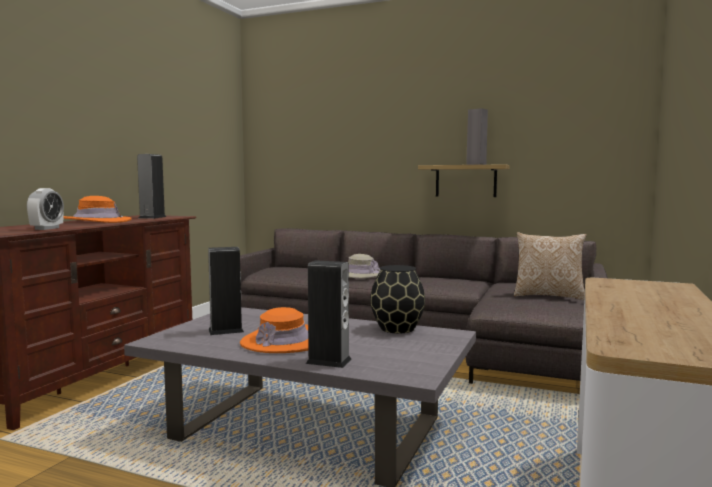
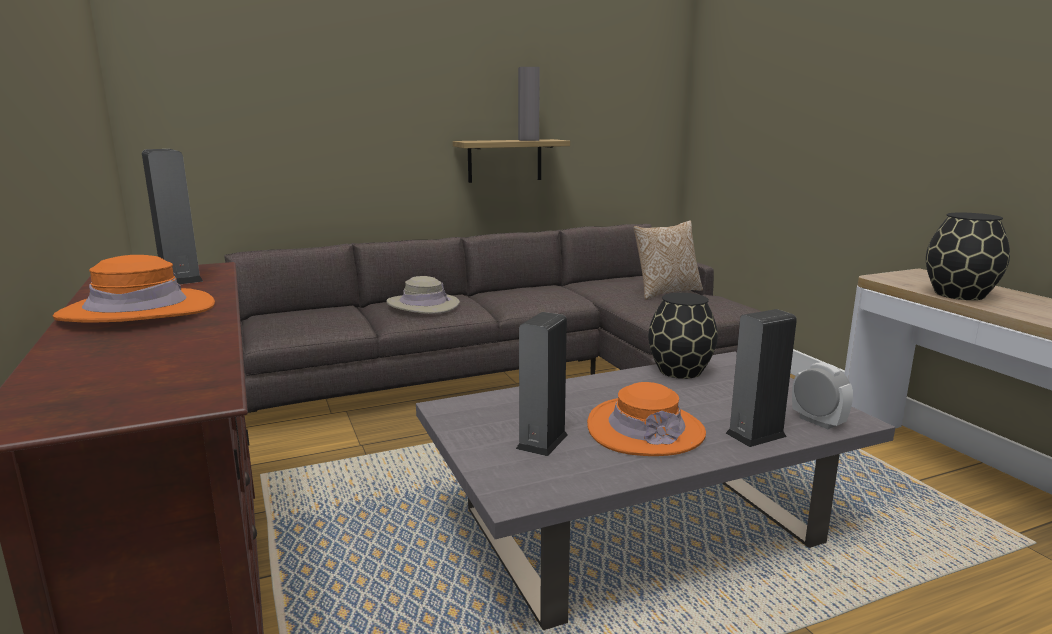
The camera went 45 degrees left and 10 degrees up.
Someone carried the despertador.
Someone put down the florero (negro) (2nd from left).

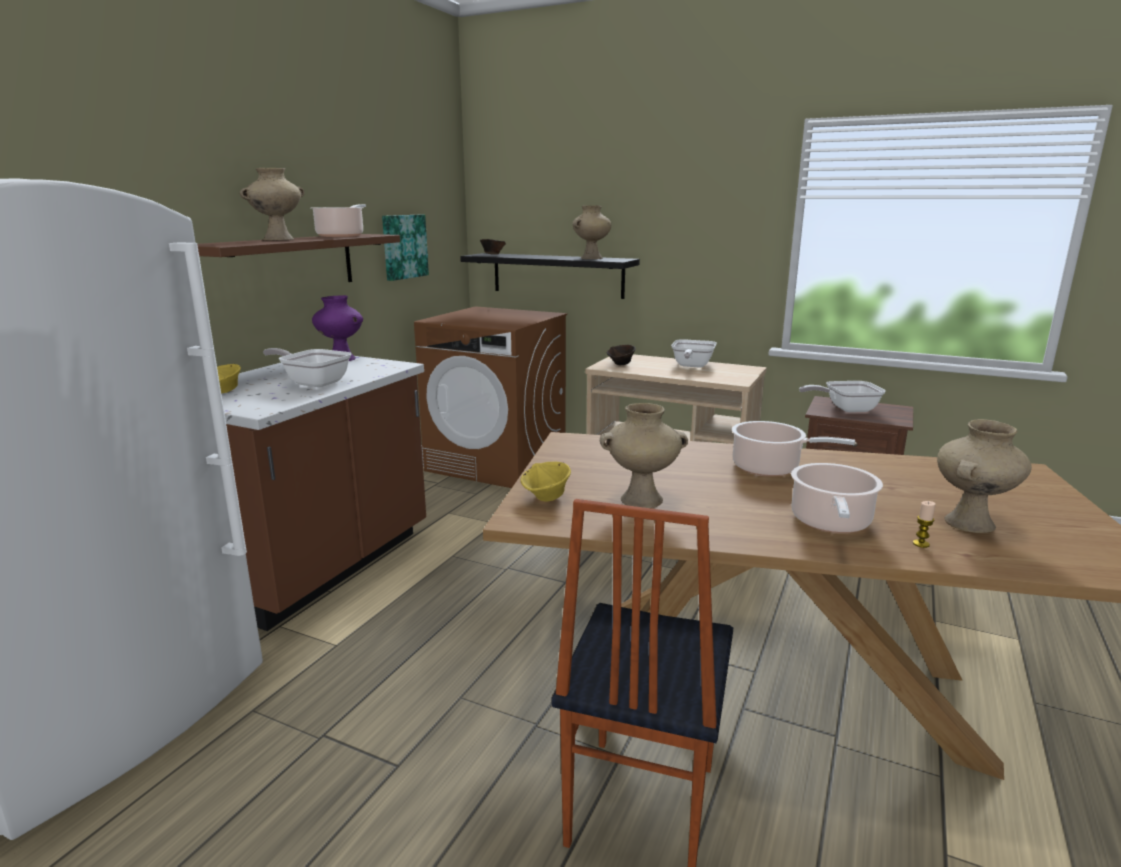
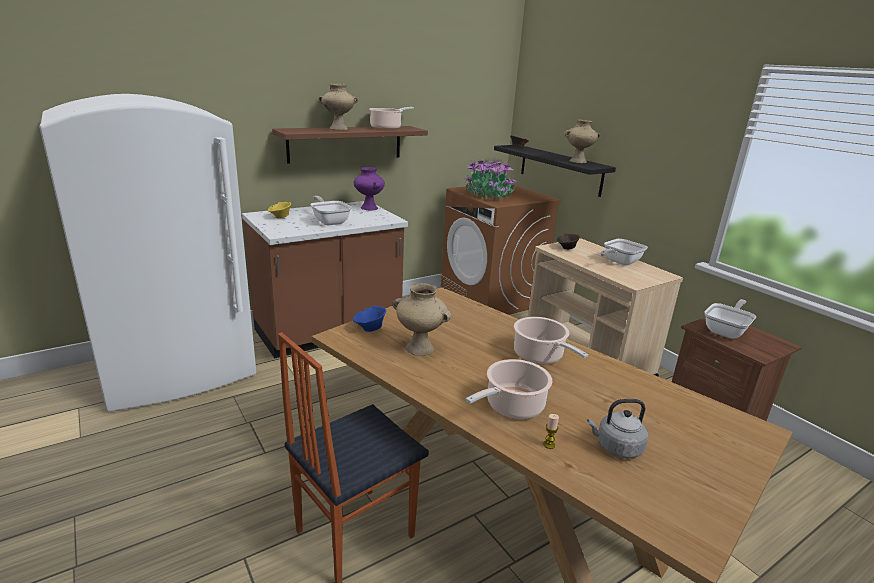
The camera went 30 degrees right and 5 degrees up.
Someone repainted the cuenco (amarillo) (2nd from left), which became the cuenco (azul).
Someone put down the planta en maceta.
Someone swapped the florero (beis) (4th from left) for the hervidor (gris).
Someone rotated the sartén (3rd from left) by 105 degrees clockwise.
Someone took away the cuadro.

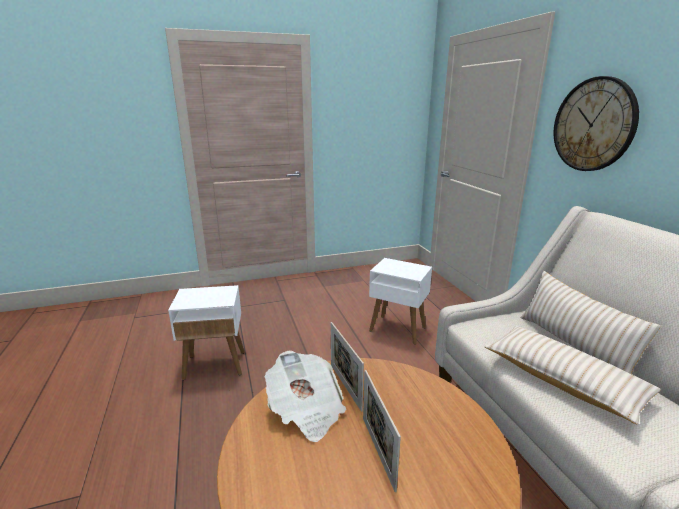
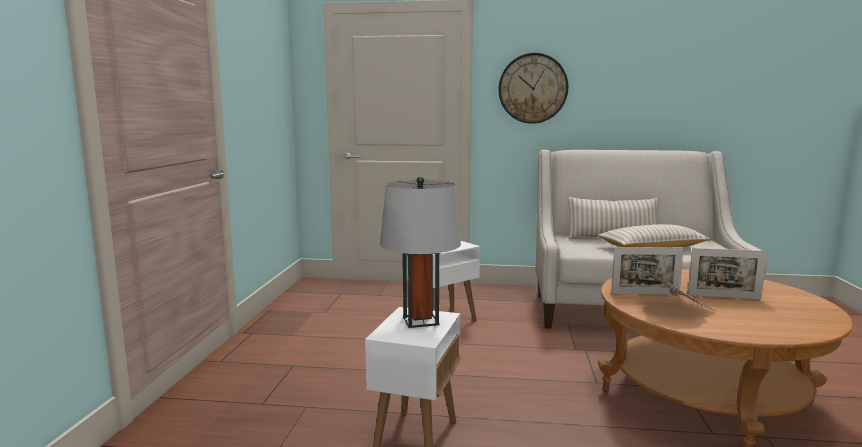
The camera went 65 degrees left and 10 degrees down.
Someone put down the lámpara de mesa (gris).

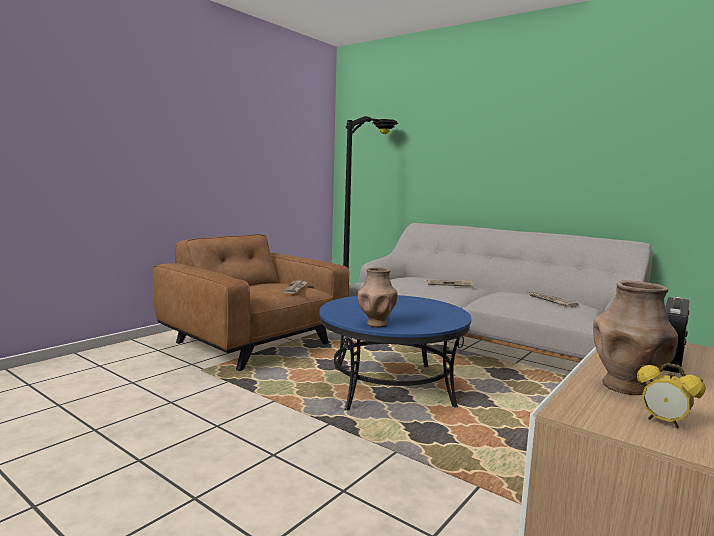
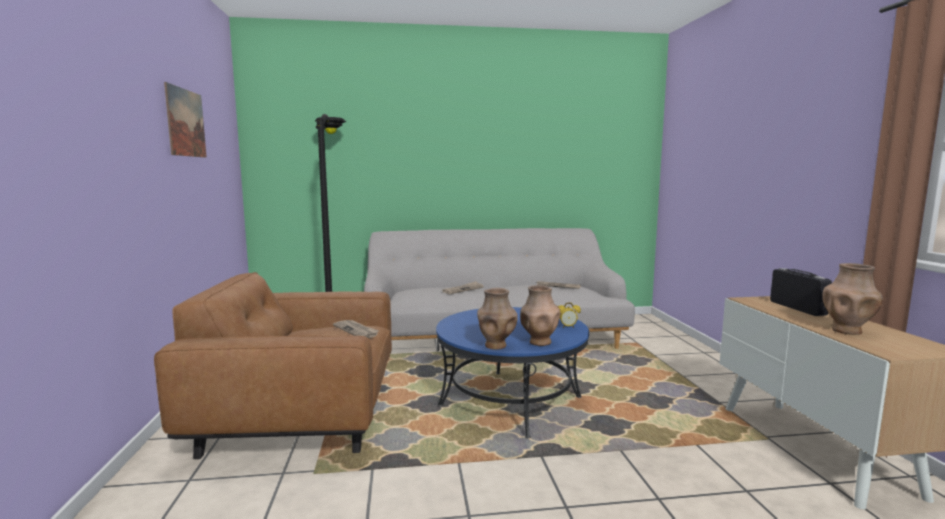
The camera went 45 degrees left and 0 degrees up.
Someone put up the cuadro.
Someone put down the florero (marrón) (1st from left).
Someone carried the despertador.

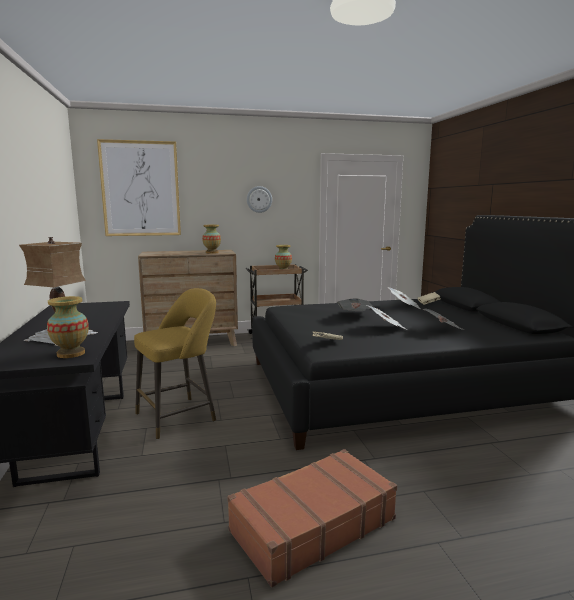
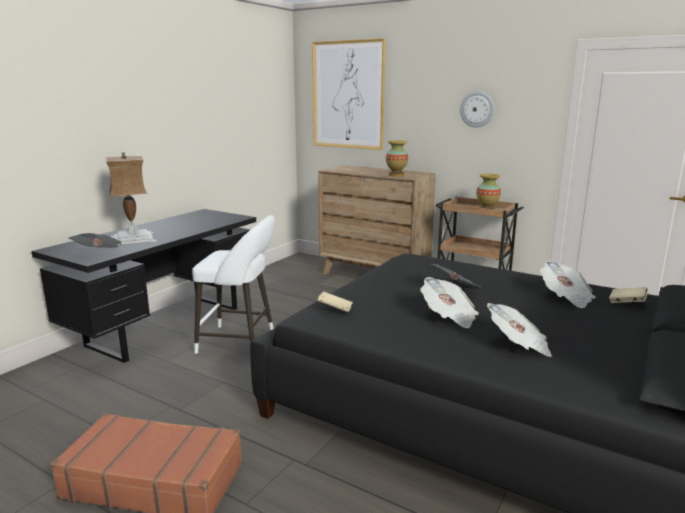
The camera went 45 degrees right and 5 degrees up.
Someone swapped the florero (1st from left) for the periódico (1st from left).
Someone repainted the taburete (amarillo), which became the taburete (blanco).

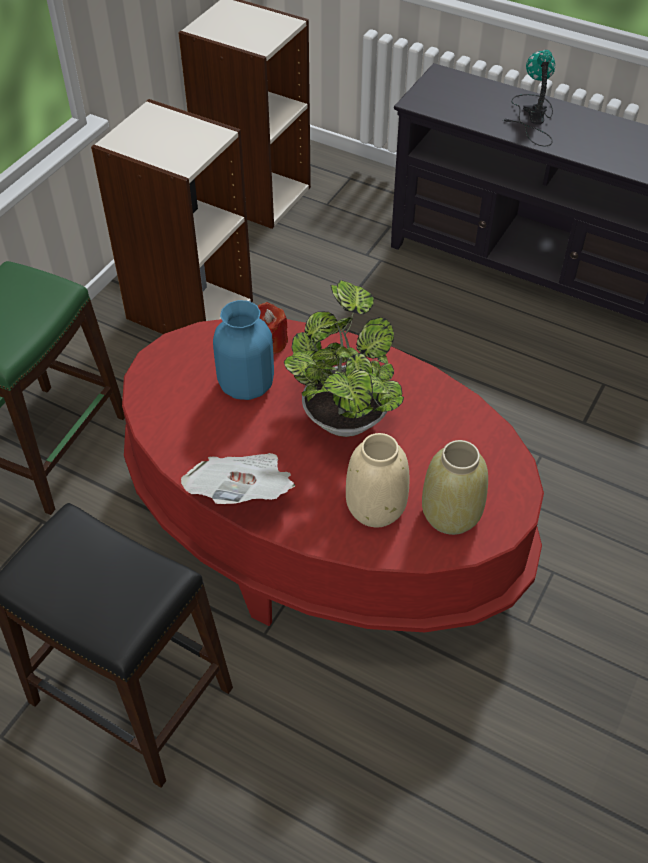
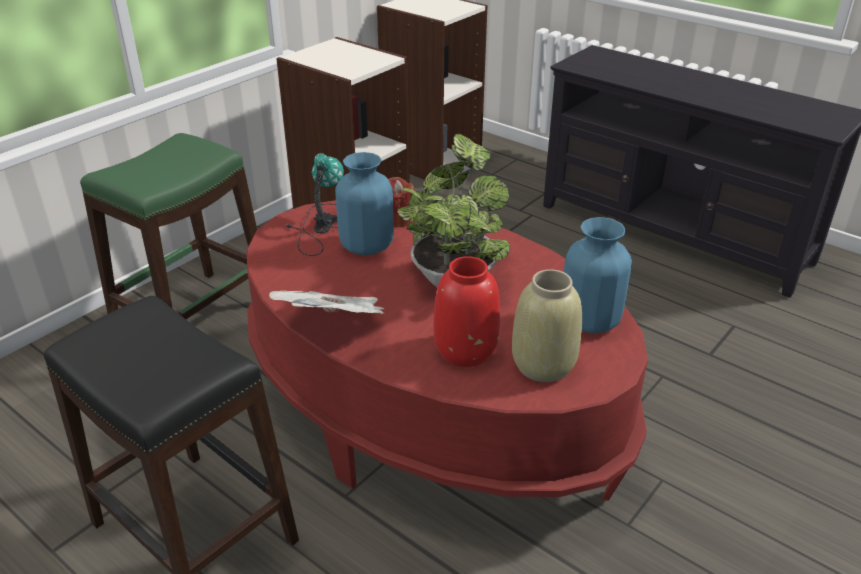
The camera went 10 degrees right and 15 degrees down.
Someone carried the lámpara de mesa.
Someone repainted the florero (beis) (1st from left), which became the florero (rojo).
Someone put down the florero (azul) (2nd from left).

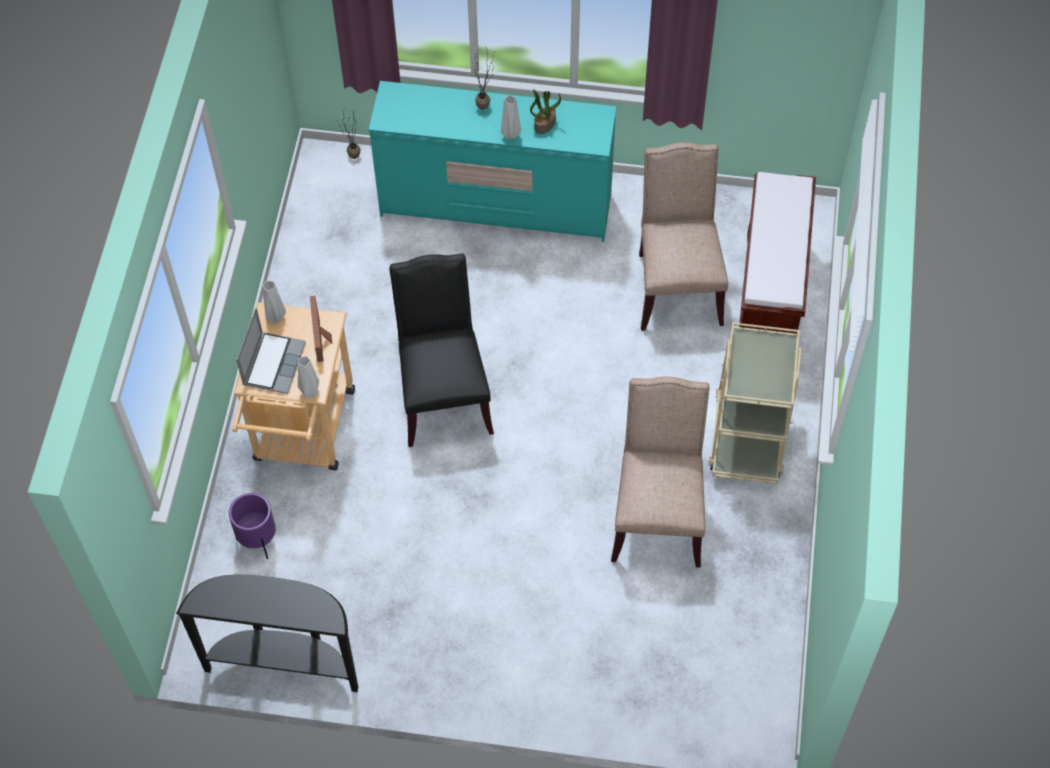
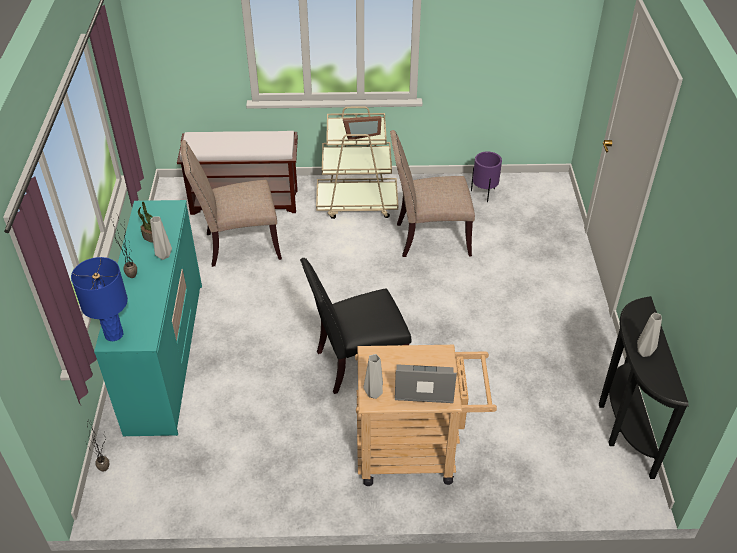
The camera went 100 degrees left and 15 degrees down.
Someone put down the lámpara de mesa (azul).
Someone carried the portarretratos.
Someone carried the maceta (morado).
Someone carried the florero (gris) (2nd from left in the first image).

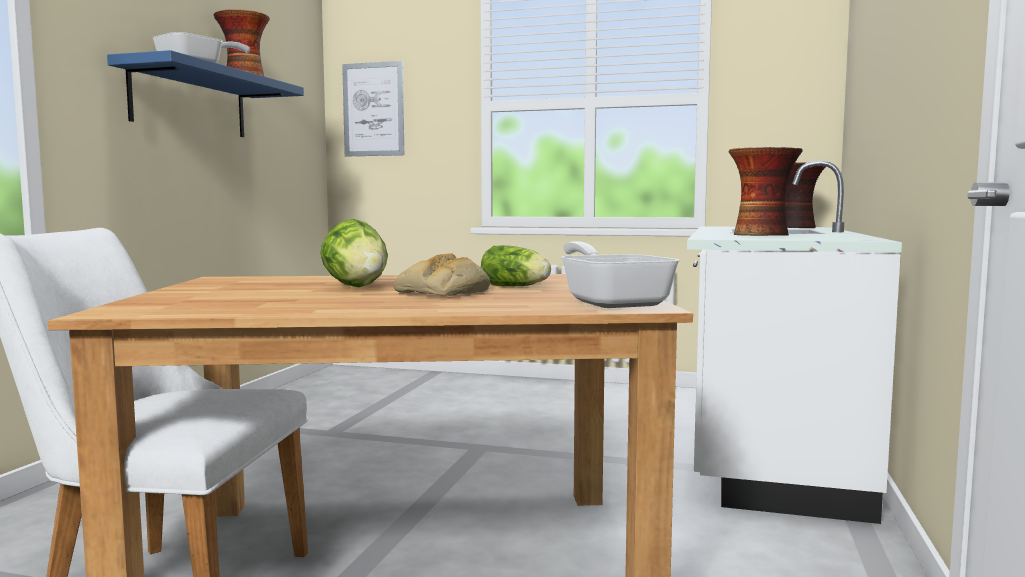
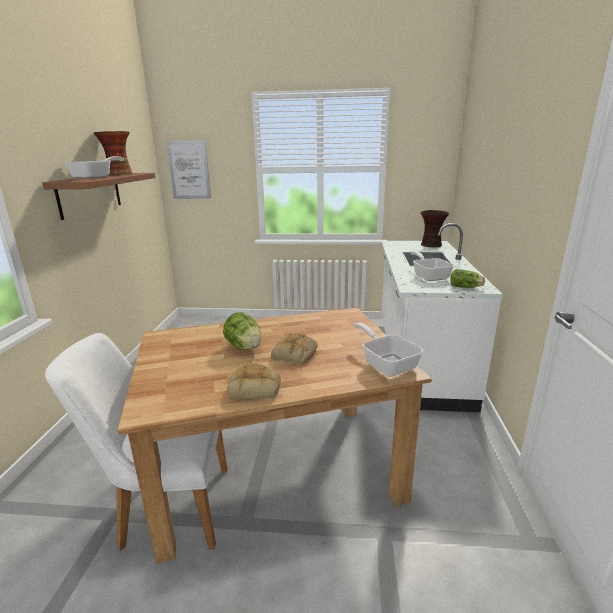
The camera went 10 degrees left and 15 degrees up.
Someone repainted the estante (azul), which became the estante (marrón).
Someone put down the pan (1st from left).
Someone swapped the florero (2nd from left) for the sartén (3rd from left).
Someone carried the lechuga (2nd from left).

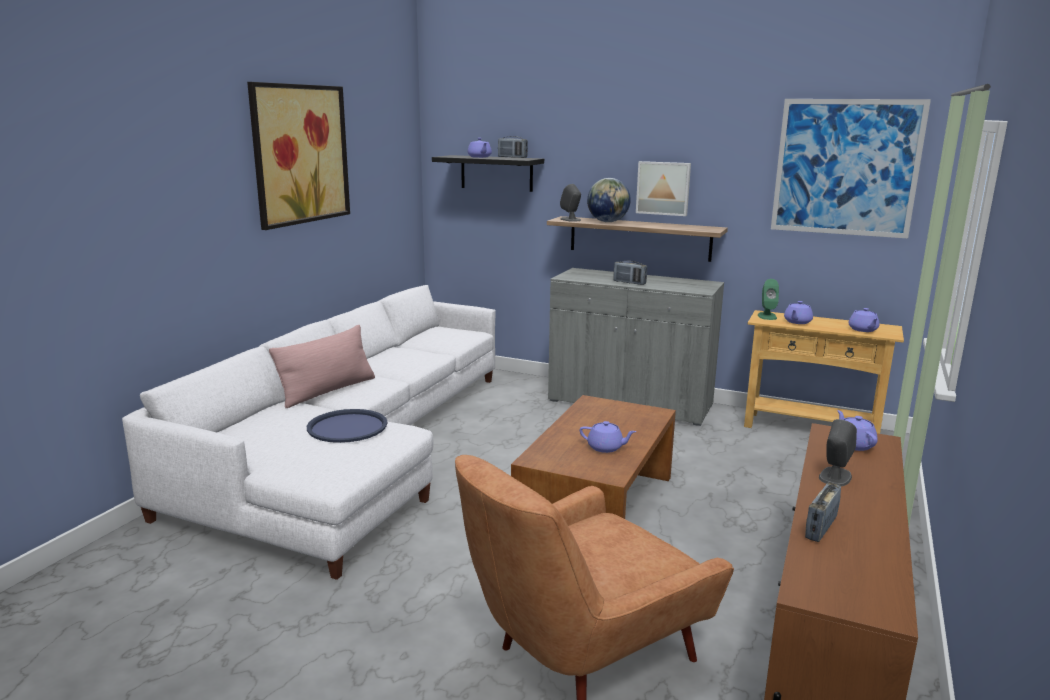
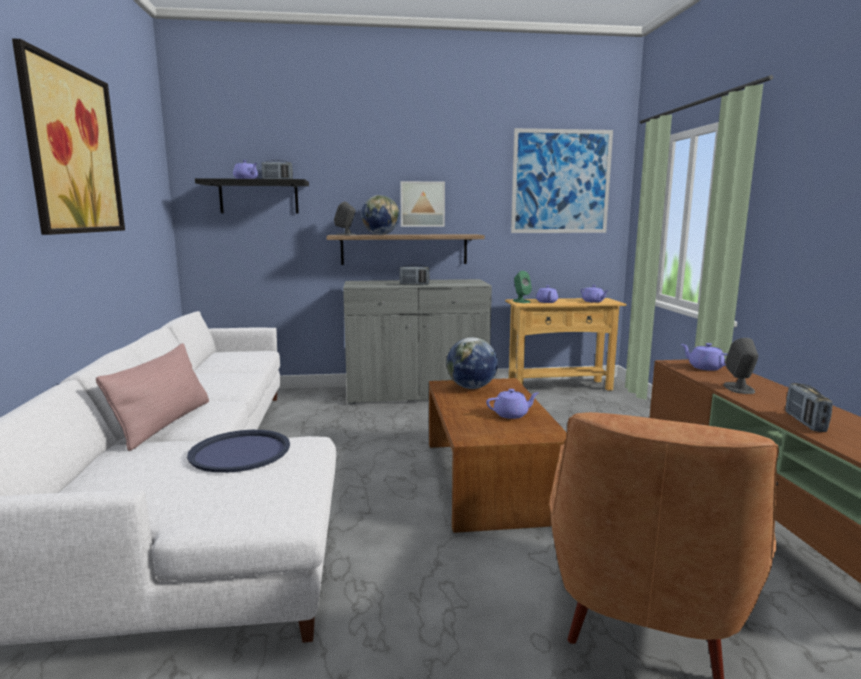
The camera went 30 degrees left and 5 degrees down.
Someone put down the globo terráqueo (2nd from left).

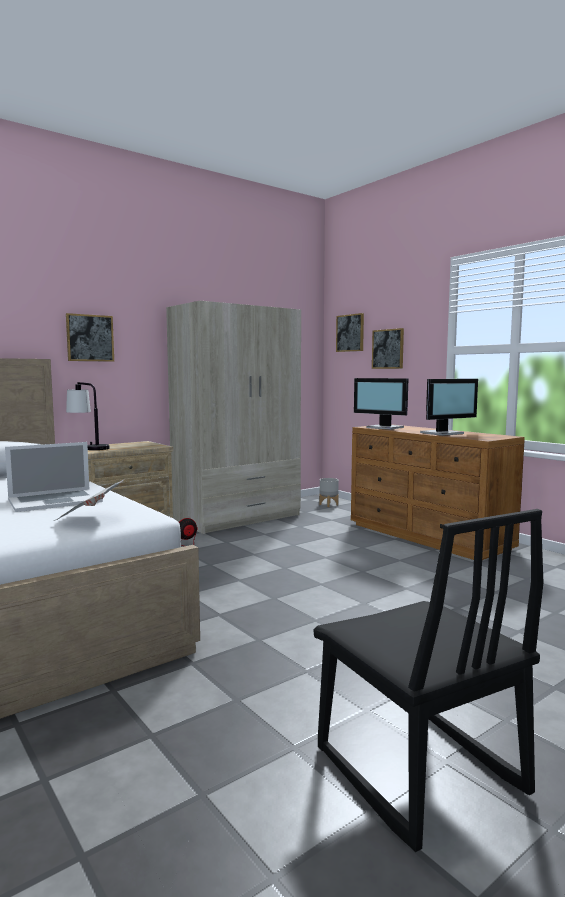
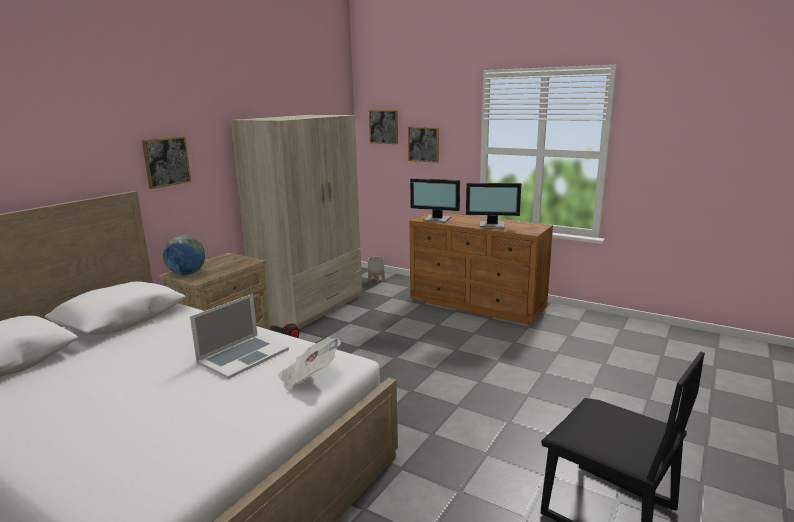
The camera went 20 degrees left and 10 degrees up.
Someone swapped the lámpara de mesa for the globo terráqueo.
Someone rotated the monitor (2nd from left) by 60 degrees clockwise.

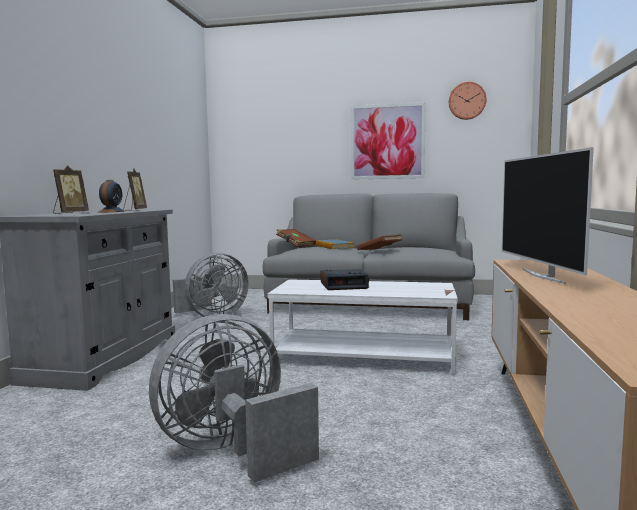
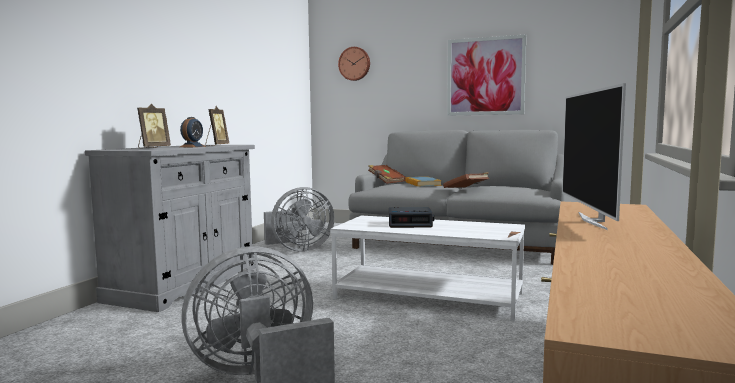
The camera went 10 degrees right and 0 degrees up.
Someone carried the reloj de pared.

